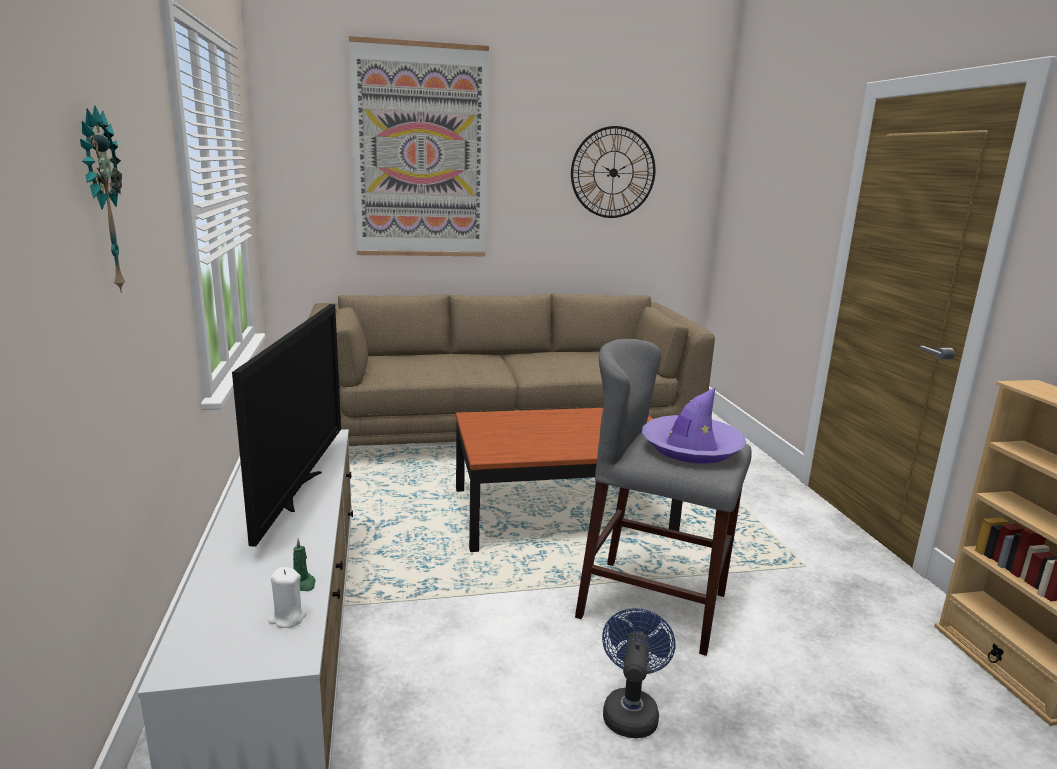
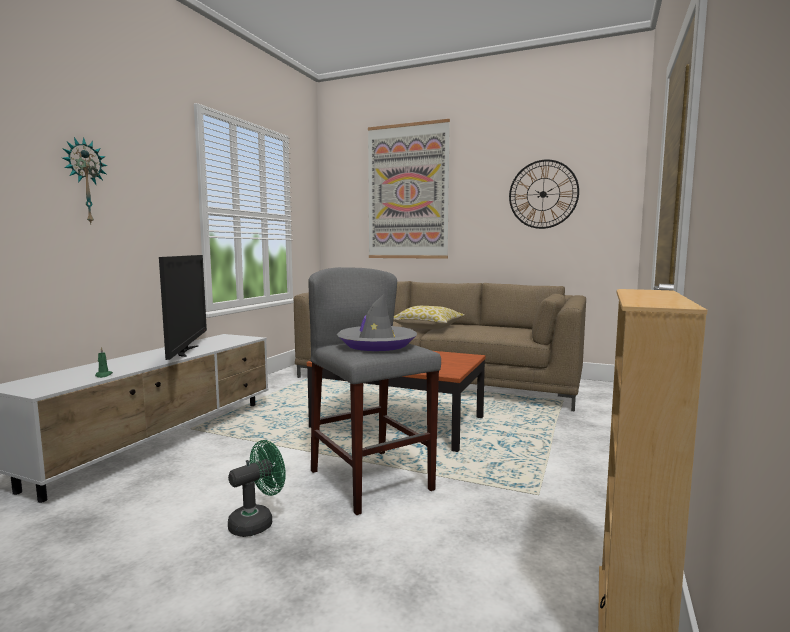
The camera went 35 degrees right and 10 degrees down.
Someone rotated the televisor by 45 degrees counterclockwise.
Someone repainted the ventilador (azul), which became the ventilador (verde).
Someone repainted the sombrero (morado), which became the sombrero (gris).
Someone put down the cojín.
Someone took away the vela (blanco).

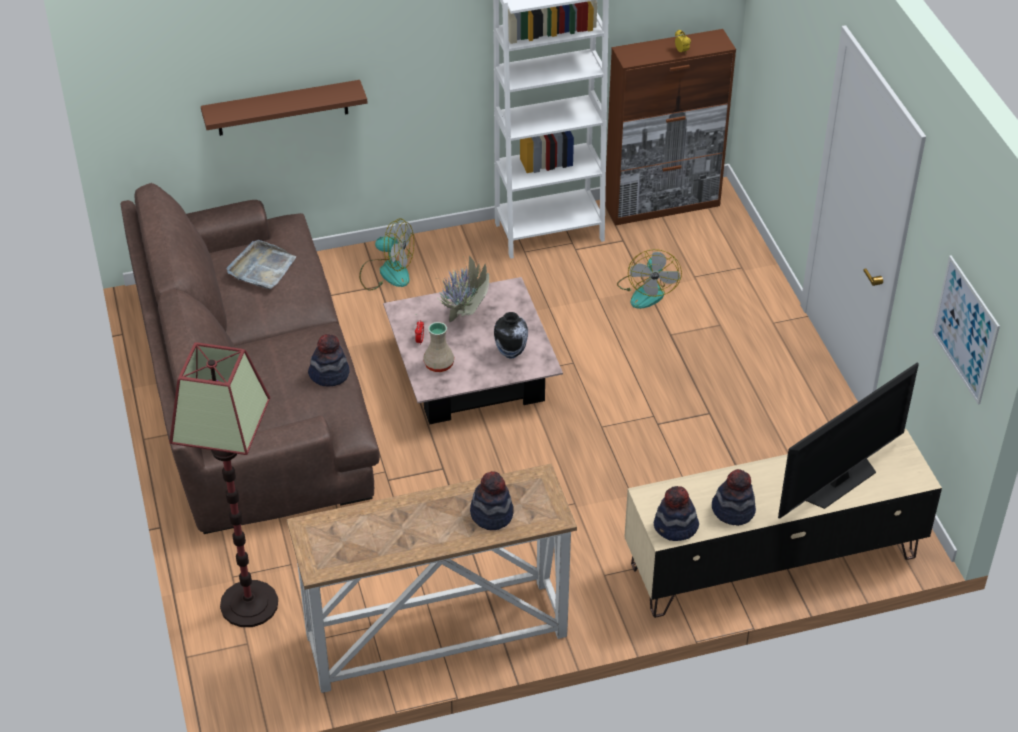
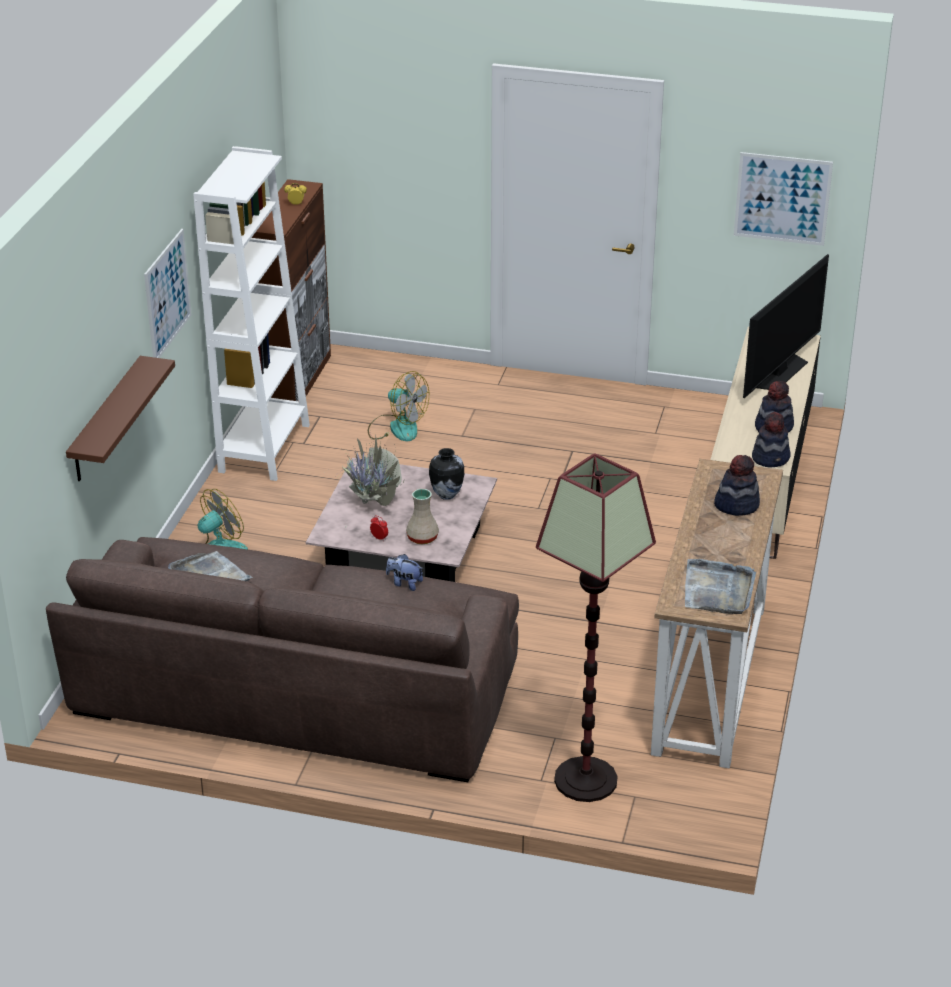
The camera went 60 degrees left and 10 degrees down.
Someone put up the cuadro (1st from left).
Someone swapped the sombrero (1st from left) for the peluche.
Someone put down the bandeja (gris) (2nd from left).
Someone rotated the televisor by 45 degrees clockwise.

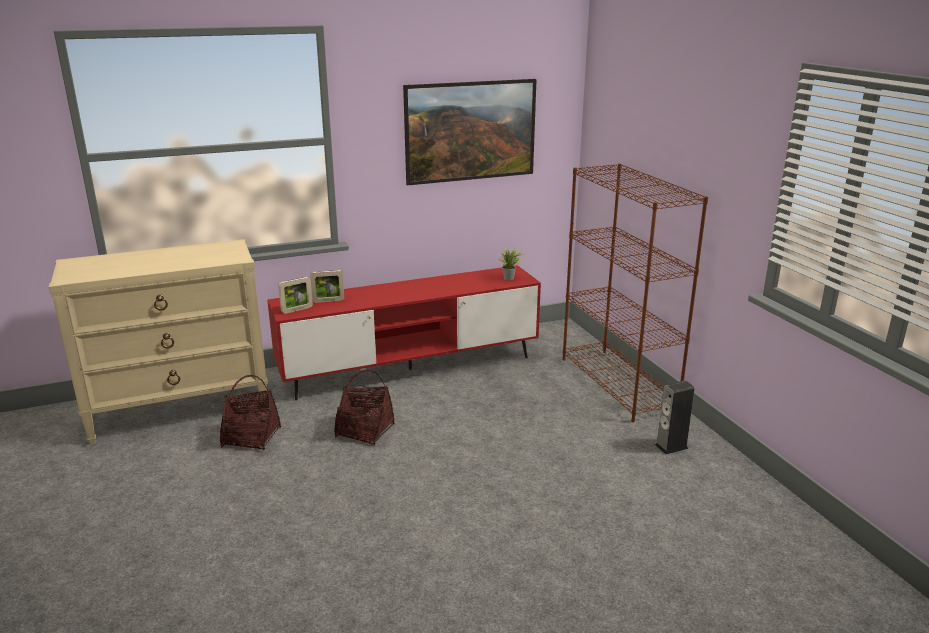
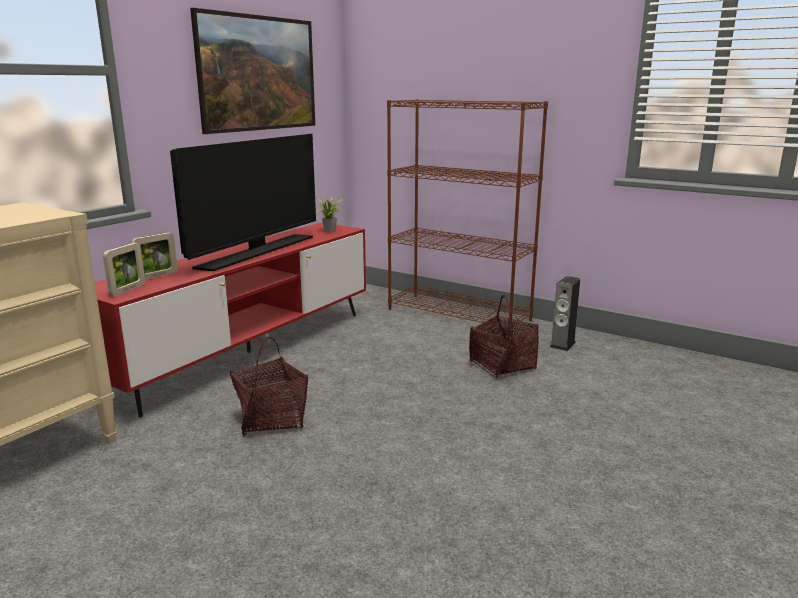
The camera went 35 degrees left and 5 degrees down.
Someone put down the televisor.
Someone carried the cesta (1st from left in the first image).

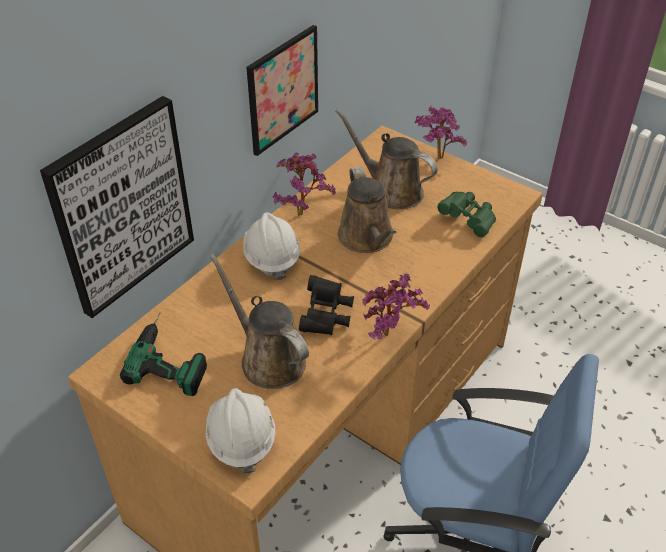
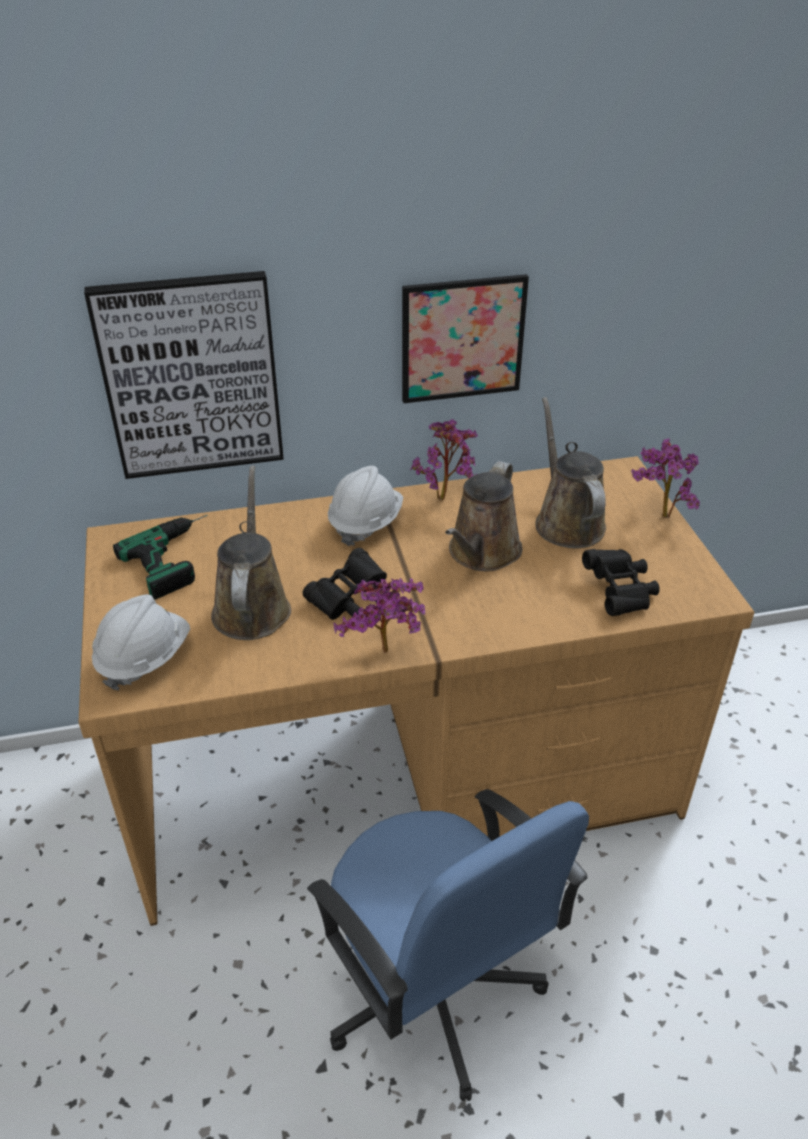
The camera went 40 degrees right and 5 degrees down.
Someone repainted the prismáticos (verde), which became the prismáticos (negro) (2nd from left).

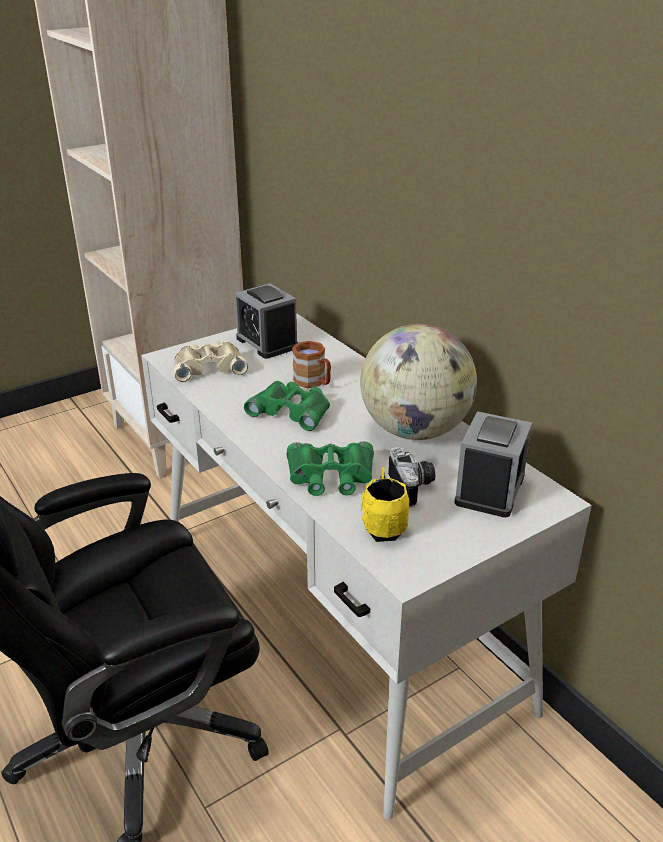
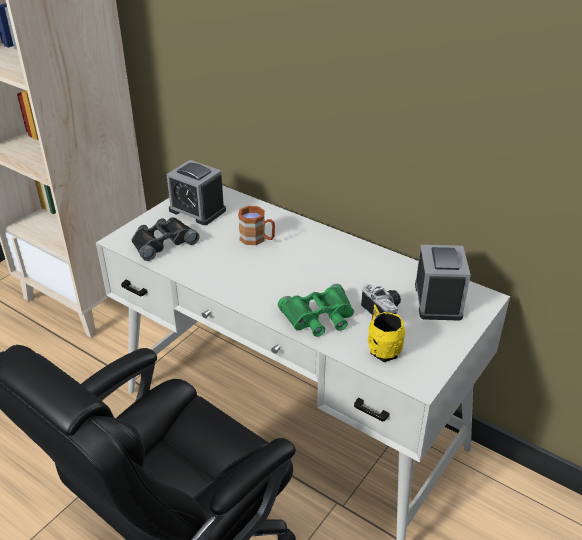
The camera went 20 degrees left and 5 degrees up.
Someone repainted the prismáticos (beis), which became the prismáticos (negro).
Someone took away the prismáticos (verde) (1st from left).
Someone took away the globo terráqueo.

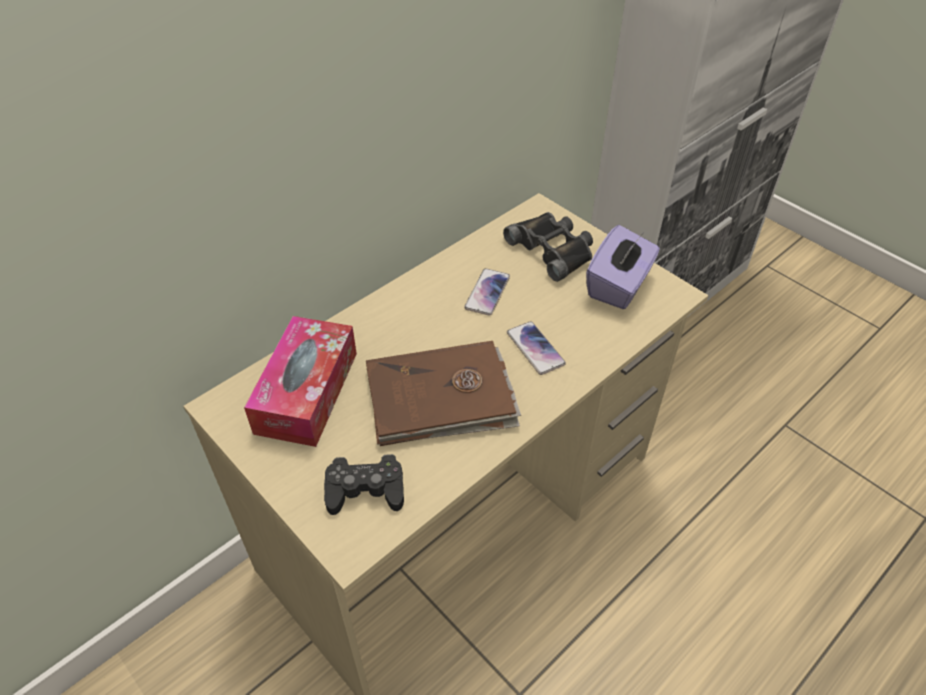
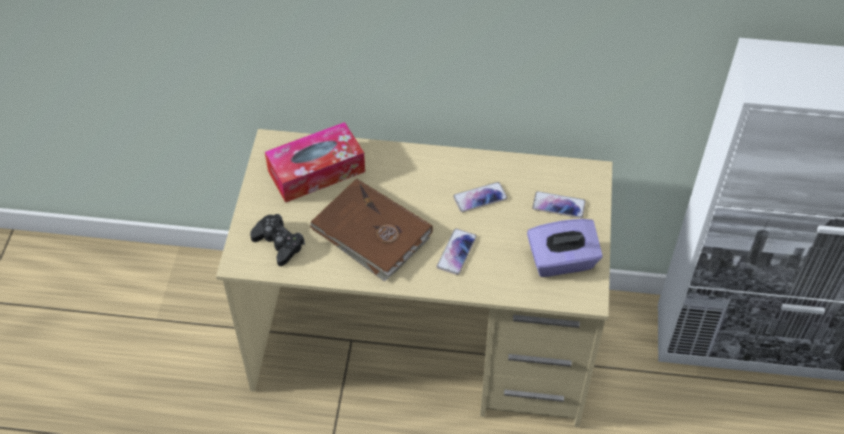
The camera went 50 degrees right and 5 degrees up.
Someone swapped the prismáticos (negro) for the móvil (3rd from left).

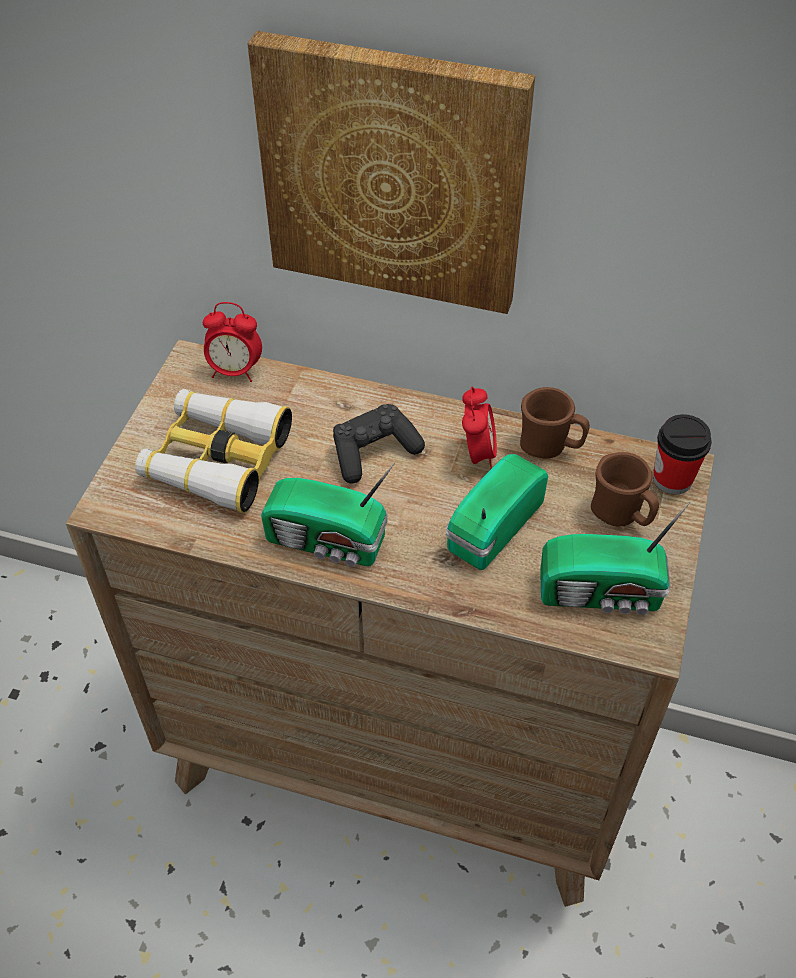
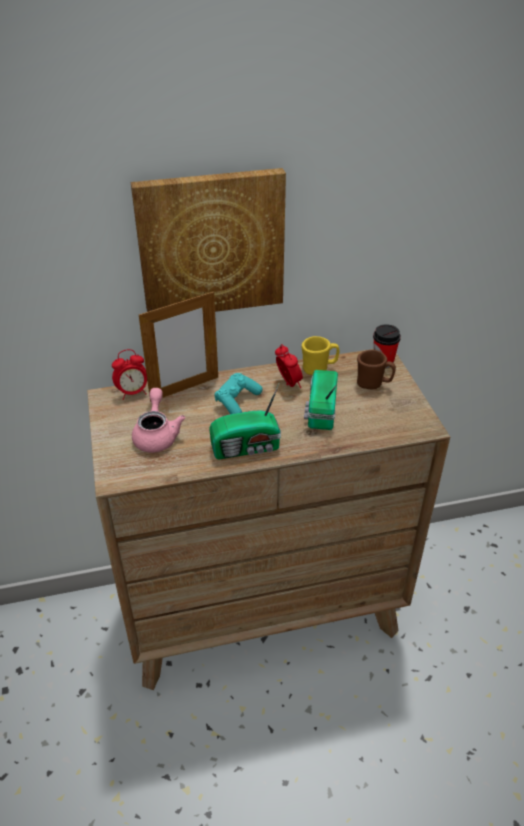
The camera went 30 degrees left and 10 degrees down.
Someone swapped the prismáticos for the tetera (rosa).
Someone put down the portarretratos.
Someone repainted the mando de consola (negro), which became the mando de consola (turquesa).
Someone repainted the taza grande (marrón) (1st from left), which became the taza grande (amarillo).
Someone took away the radio (3rd from left).

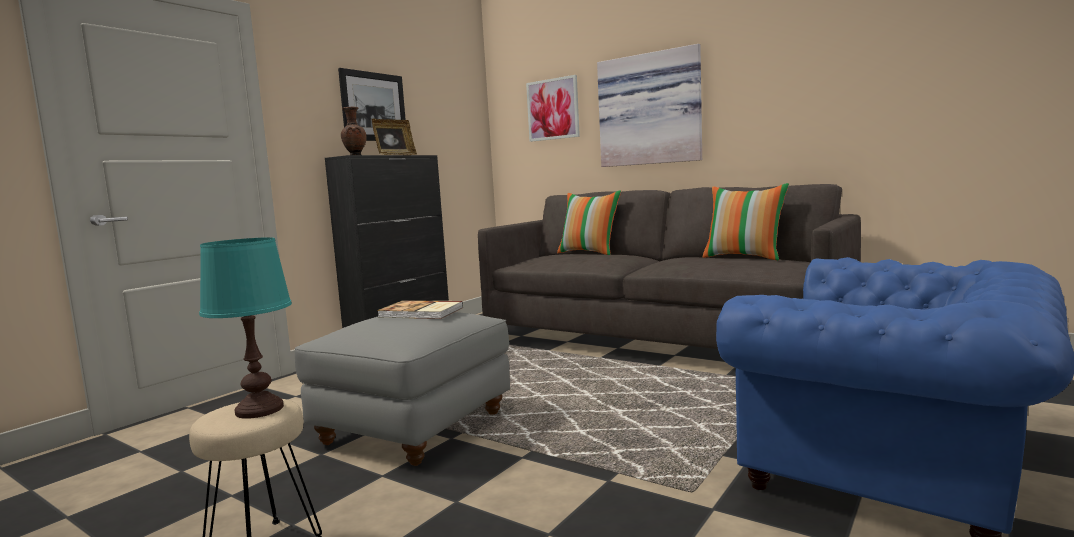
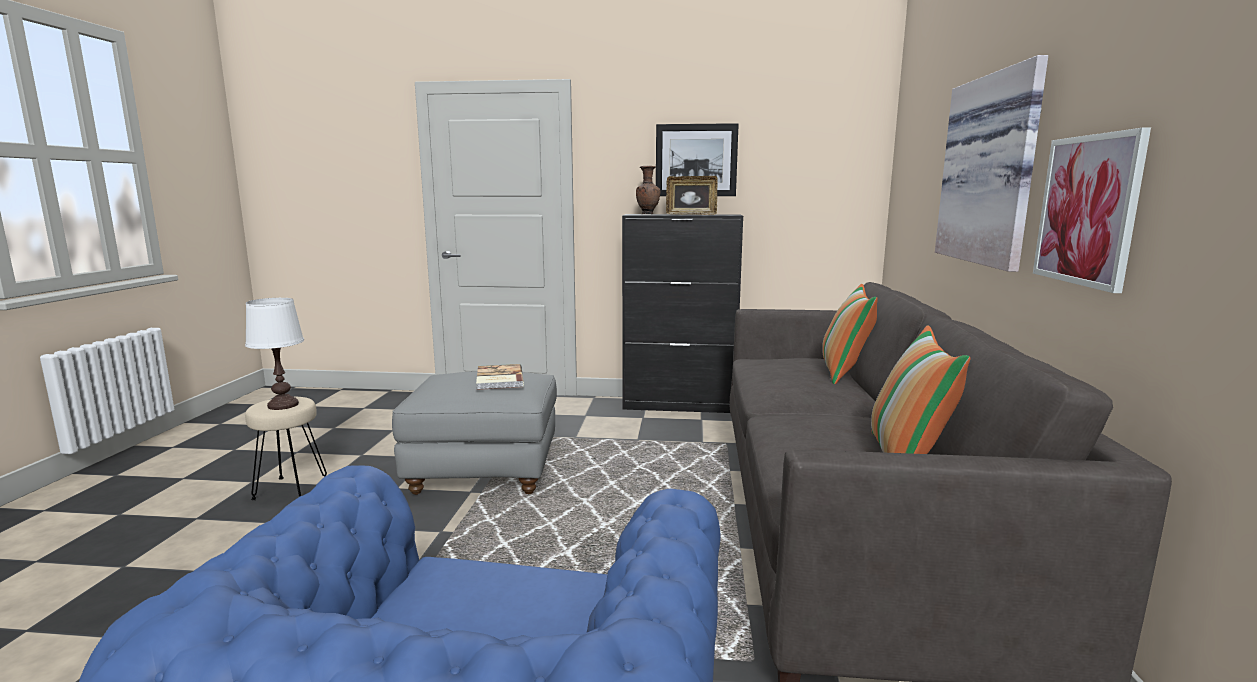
The camera went 60 degrees right and 5 degrees up.
Someone repainted the lámpara de mesa (turquesa), which became the lámpara de mesa (blanco).
Someone carried the cuadro (2nd from left in the first image).

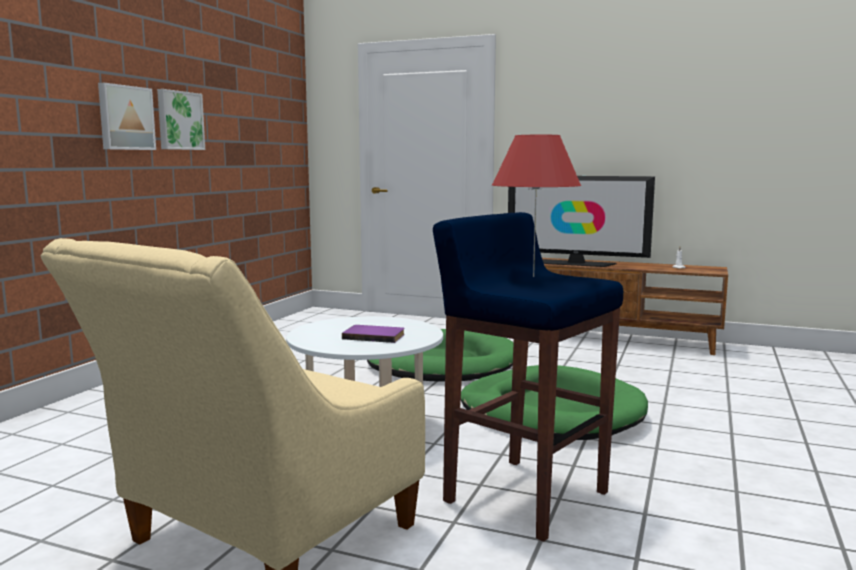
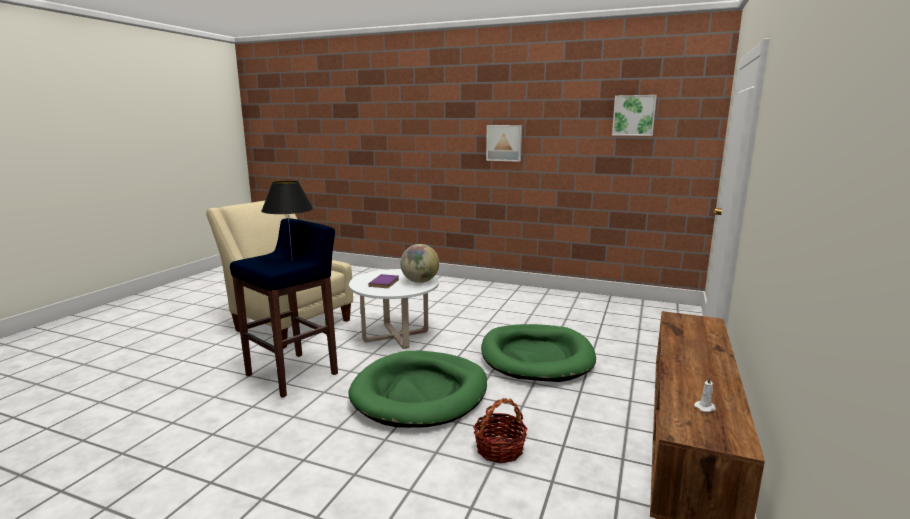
The camera went 90 degrees right and 5 degrees up.
Someone repainted the lámpara de mesa (rojo), which became the lámpara de mesa (negro).
Someone put down the globo terráqueo.
Someone put down the cesta.
Someone carried the cuadro (2nd from left).
Someone took away the televisor.

